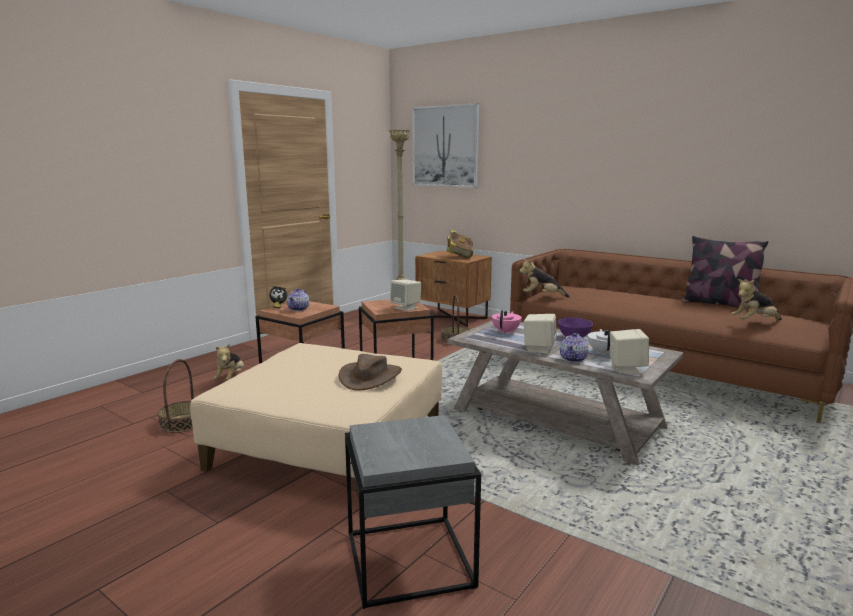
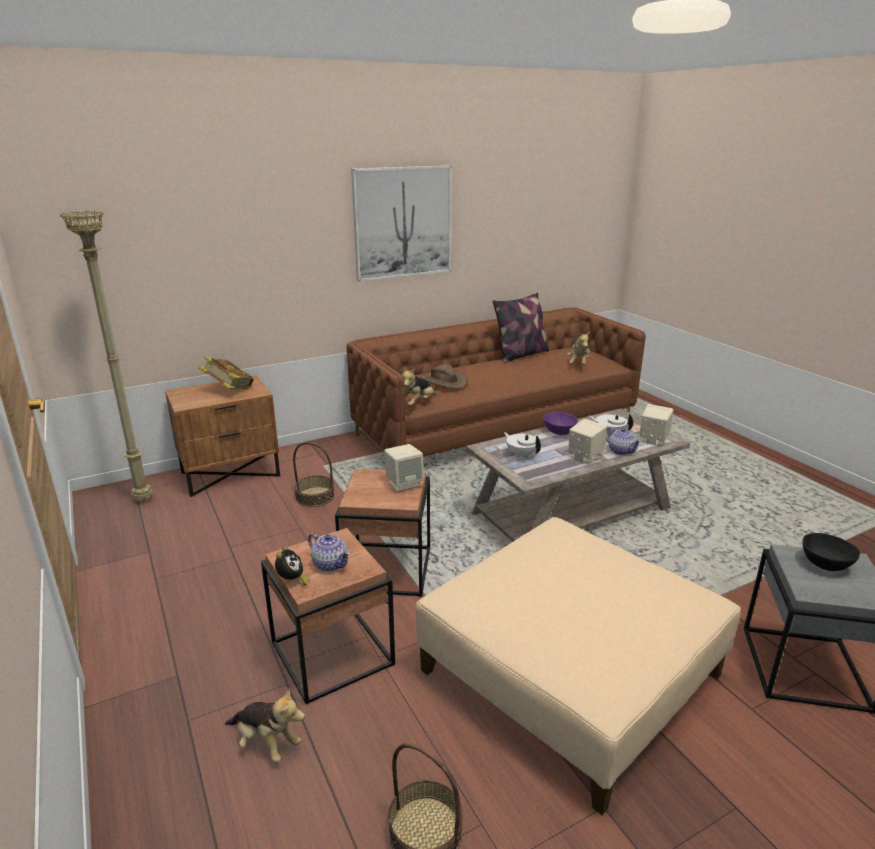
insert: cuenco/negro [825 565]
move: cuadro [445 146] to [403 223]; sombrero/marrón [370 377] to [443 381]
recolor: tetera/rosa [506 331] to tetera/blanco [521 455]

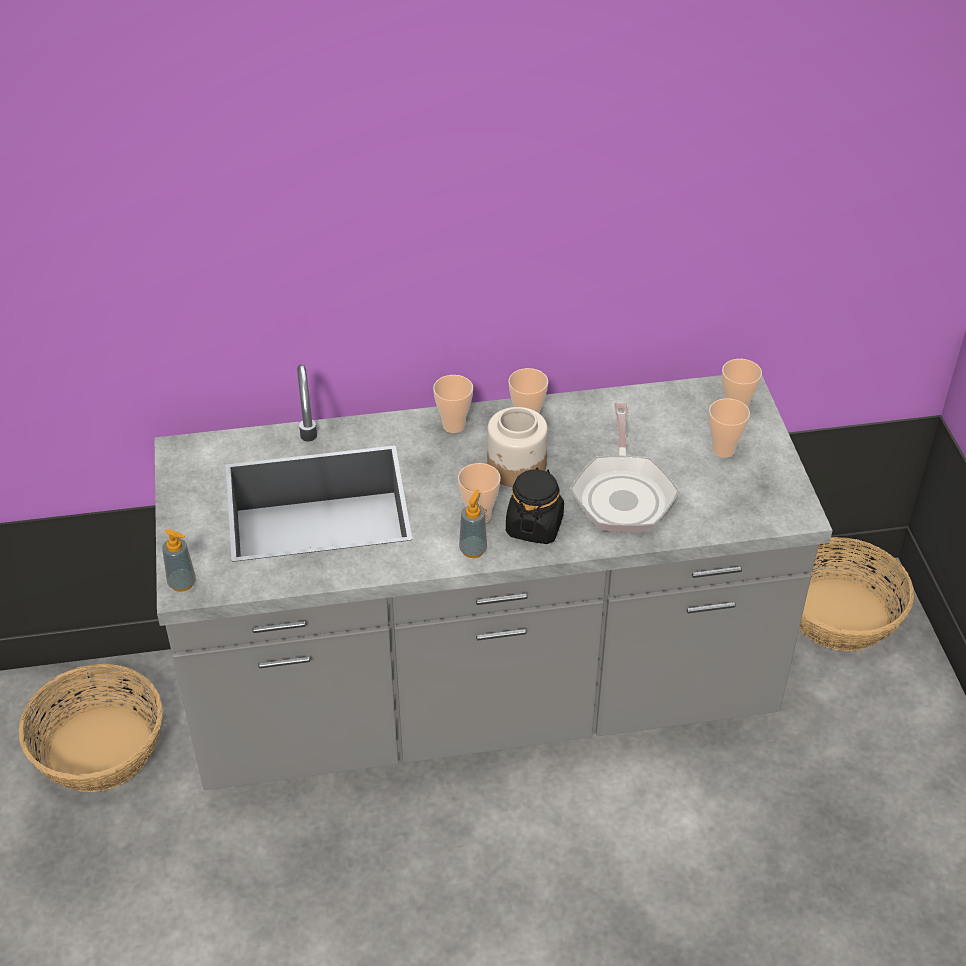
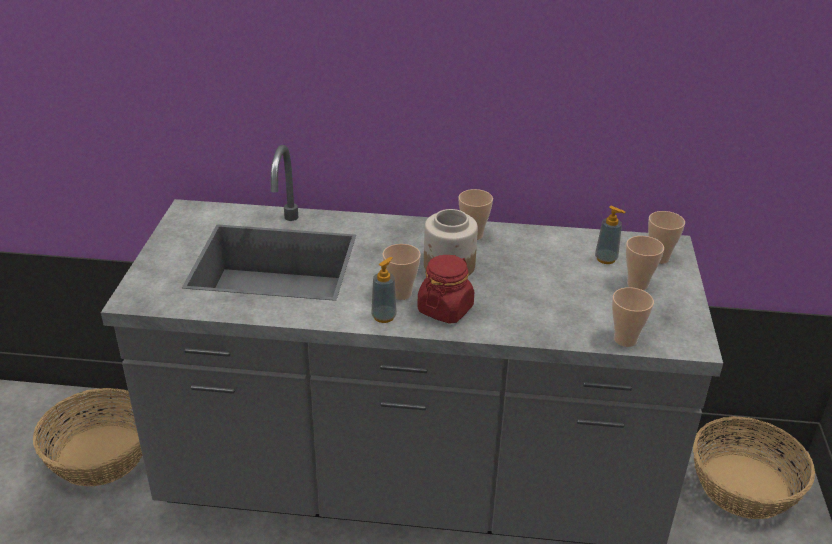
delete: sartén [623 494]
move: taza [453 425] to [625 340]; dispensador de jabón [182 583] to [606 259]
recolor: tarro/negro [534 526] to tarro/rojo [445 309]

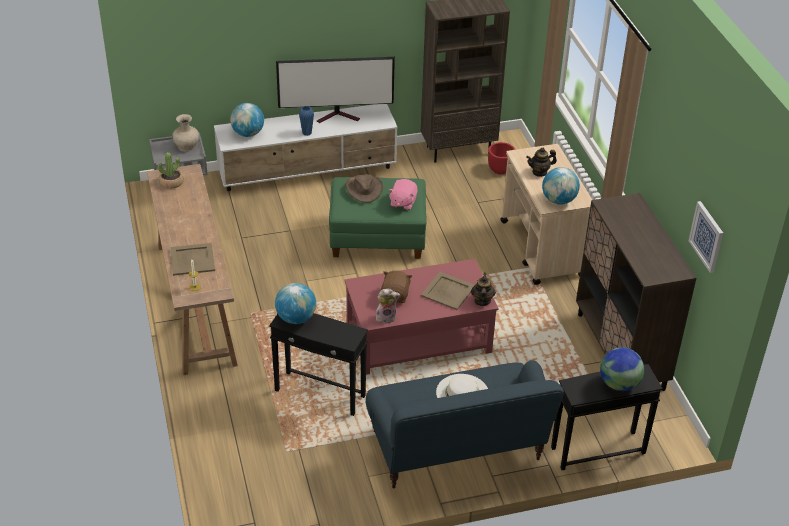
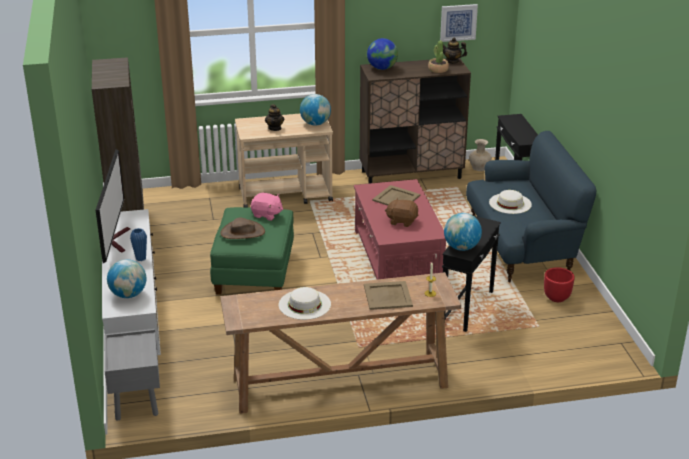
delete: peluche [386 317]
insert: sombrero/blanco [304 304]
move: florero/beis [186 146] to [479 167]; maceta/rojo [499 170] to [556 298]; planta en maceta [171 182] to [438 69]; tetera [482 301] to [452 61]; globo terráqueo [619 384] to [382 68]

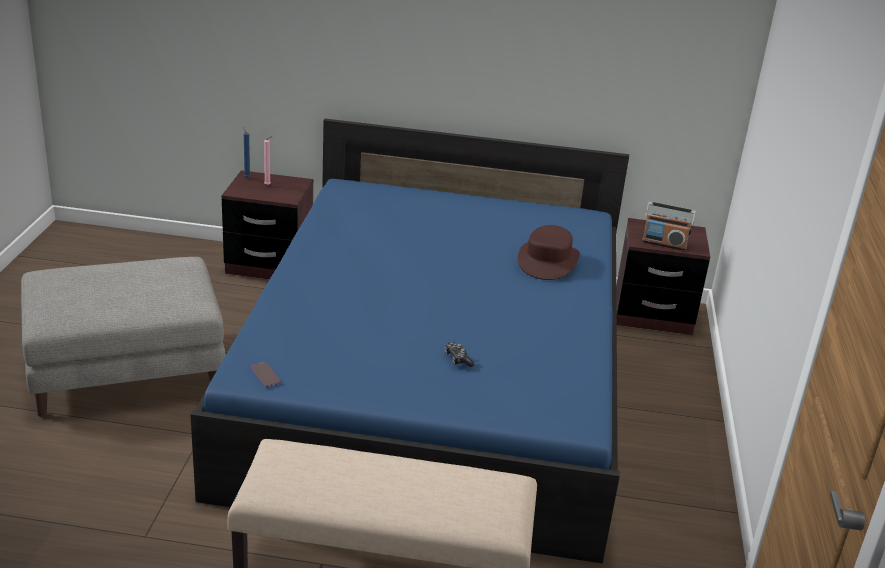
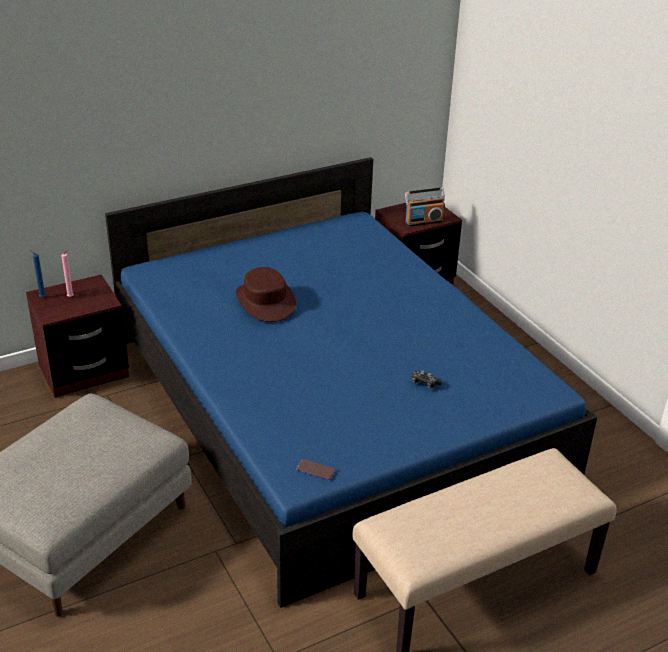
move: sombrero/marrón [547 261] to [265 301]

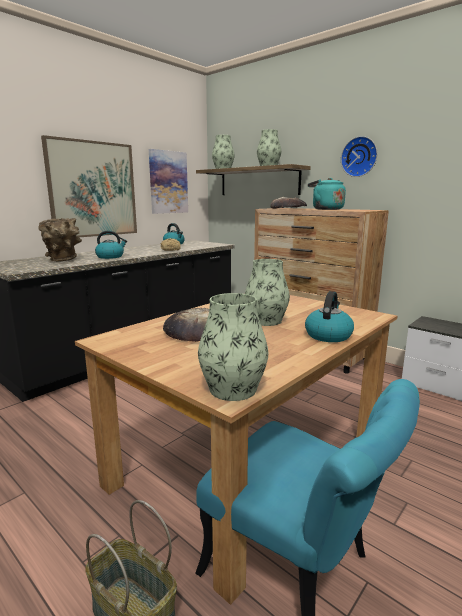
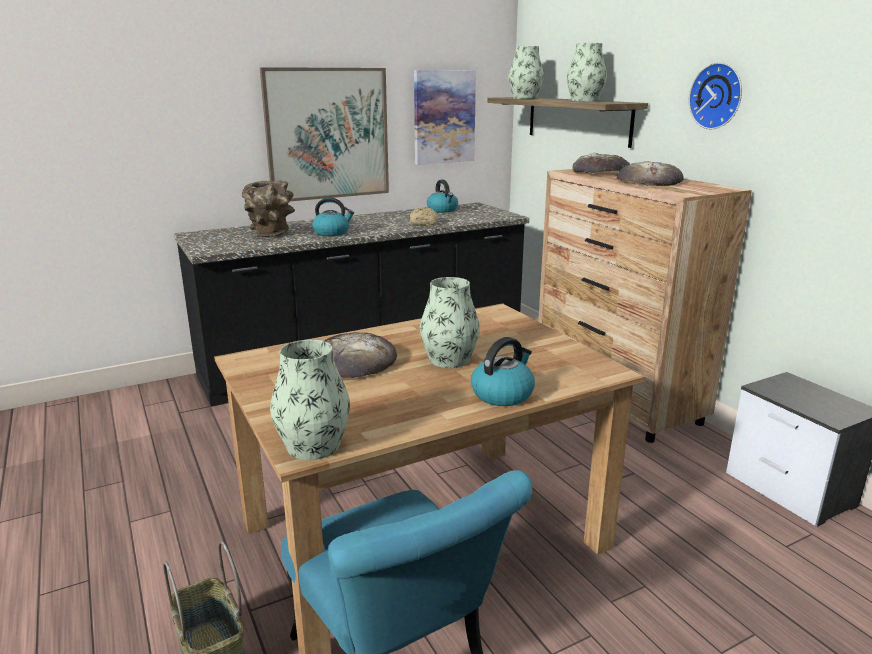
replace: hervidor/turquesa [325 209] to pan [649 181]

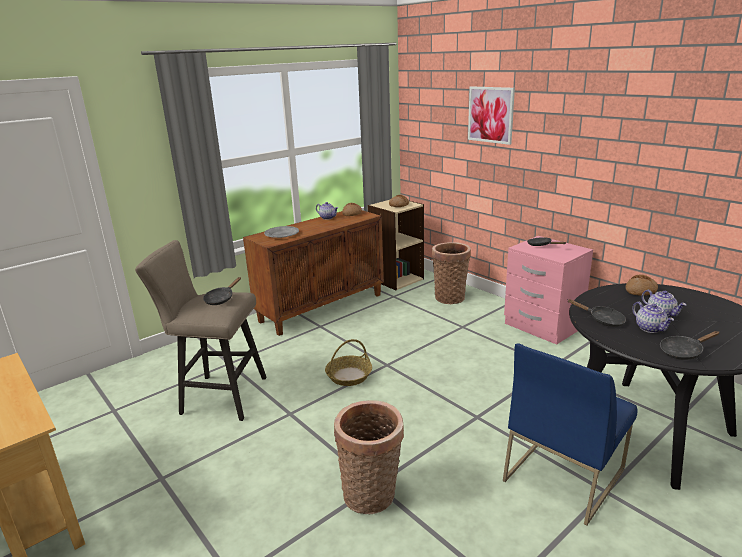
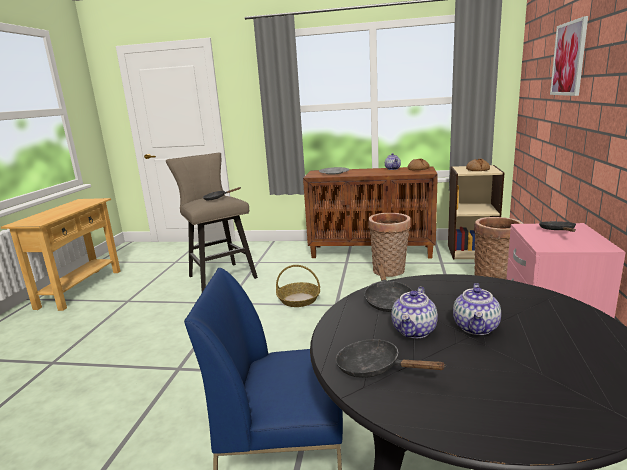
delete: pan [640 291]
move: cesta [372 496] to [389 272]

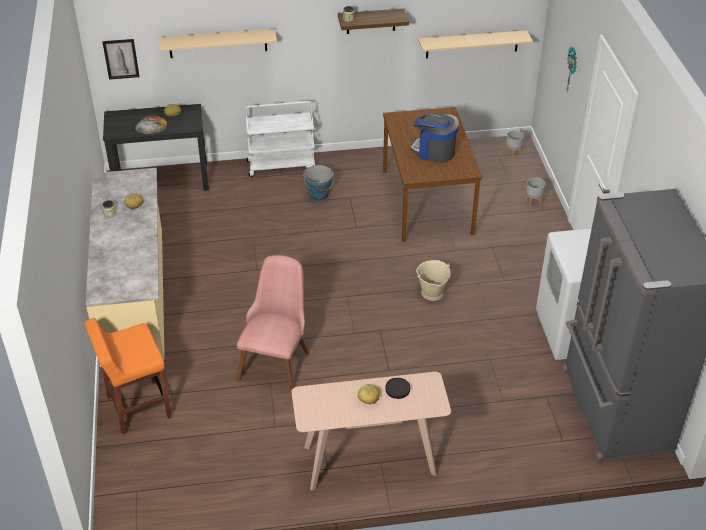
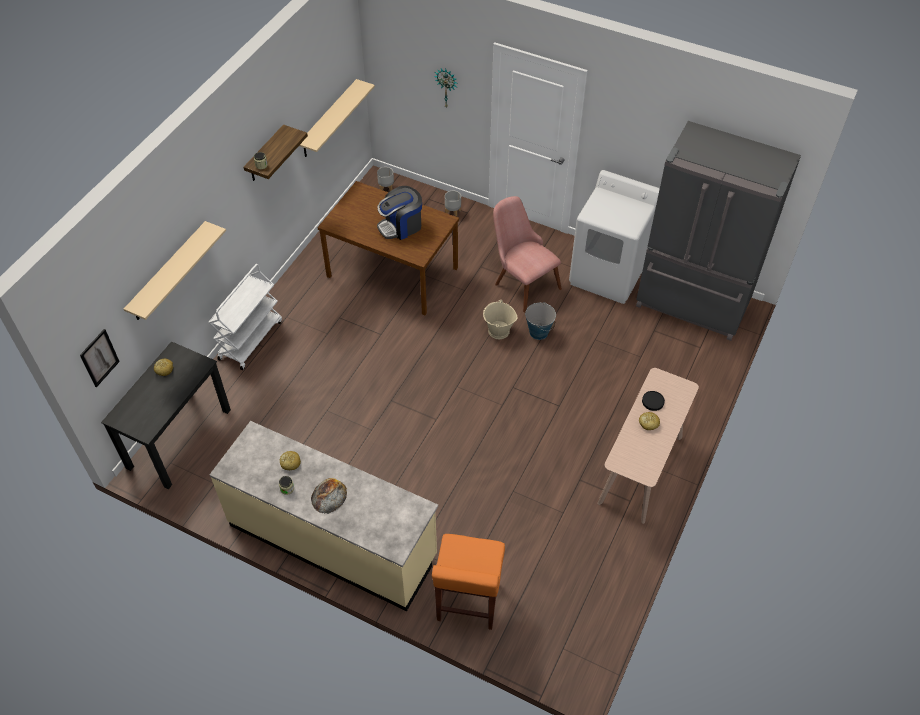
move: pan [151 126] to [329 495]; cubo [319 195] to [539 332]; silla/rosa [277 359] to [521 282]

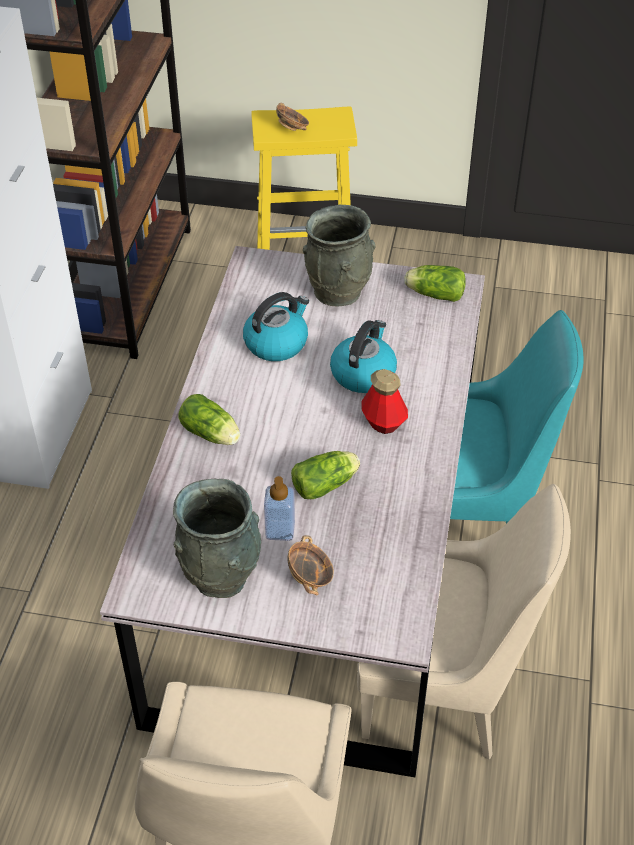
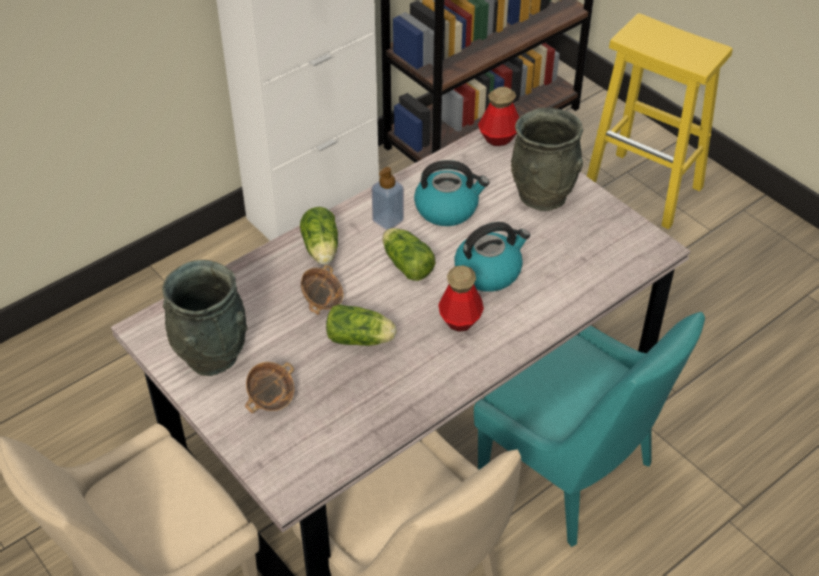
insert: botella [499 138]
move: cuenco [292 128] to [323 301]; lechuga [433 294] to [406 263]; dispensador de jabón [280 530] to [388 220]

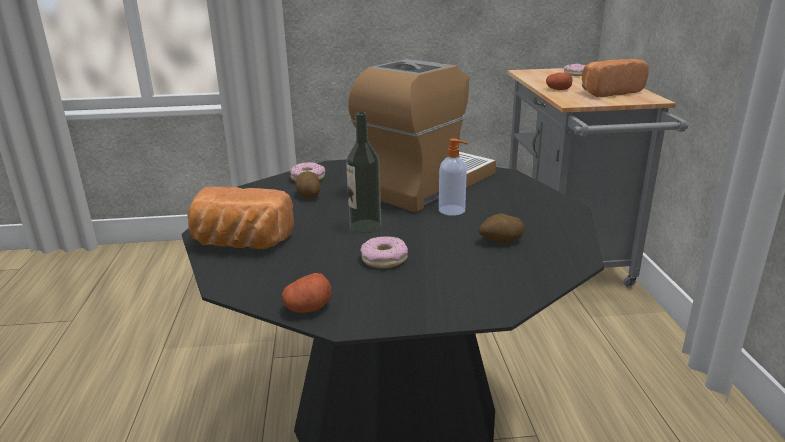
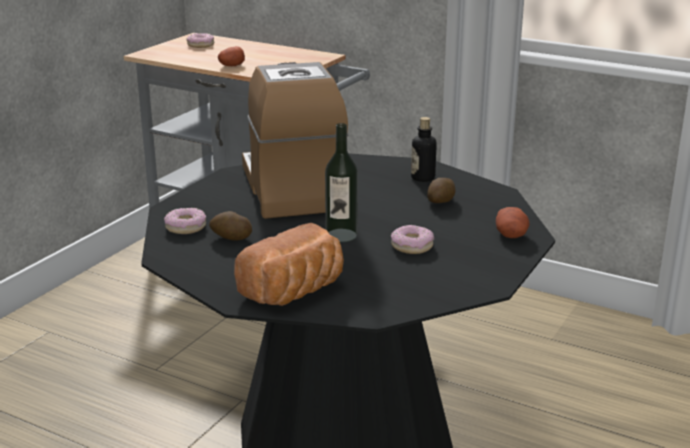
delete: pan [608 92]; dispensador de jabón [452 210]
insert: botella [423 178]
move: patata [308 308] to [511 235]

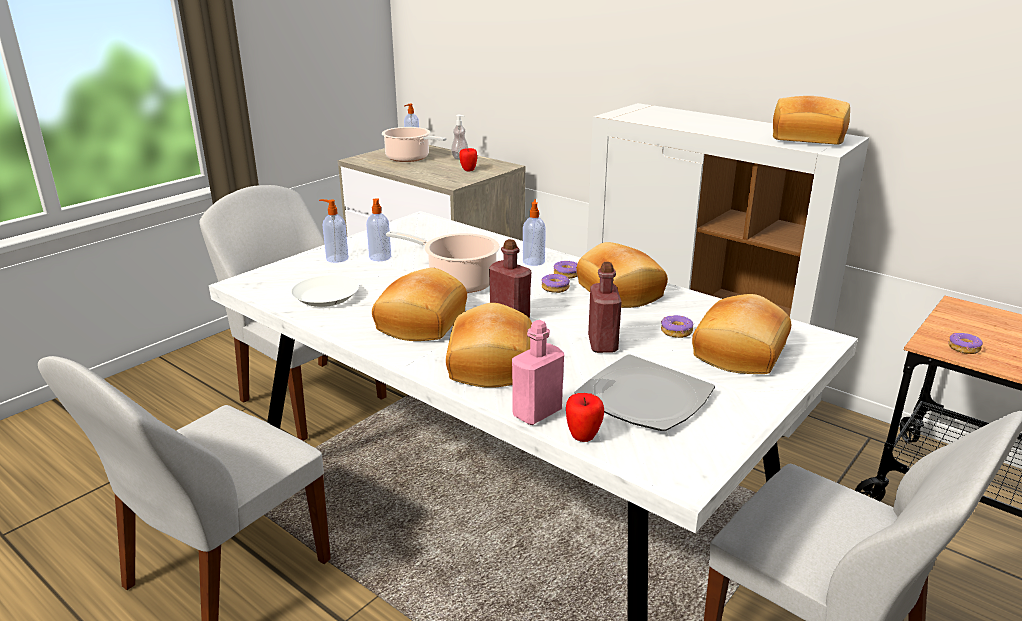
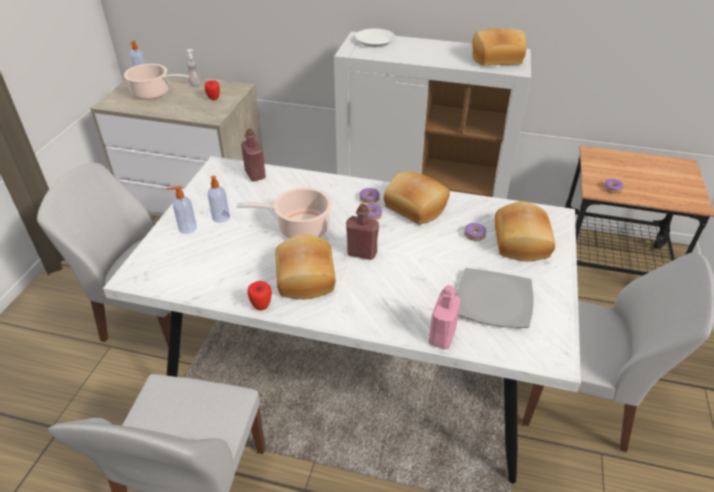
delete: dispensador de jabón [533 261]; pan [488 364]
move: botella/rojo [602 344] to [255 175]; plato/blanco [325 296] to [374 41]; manzana [583 436] to [261 306]

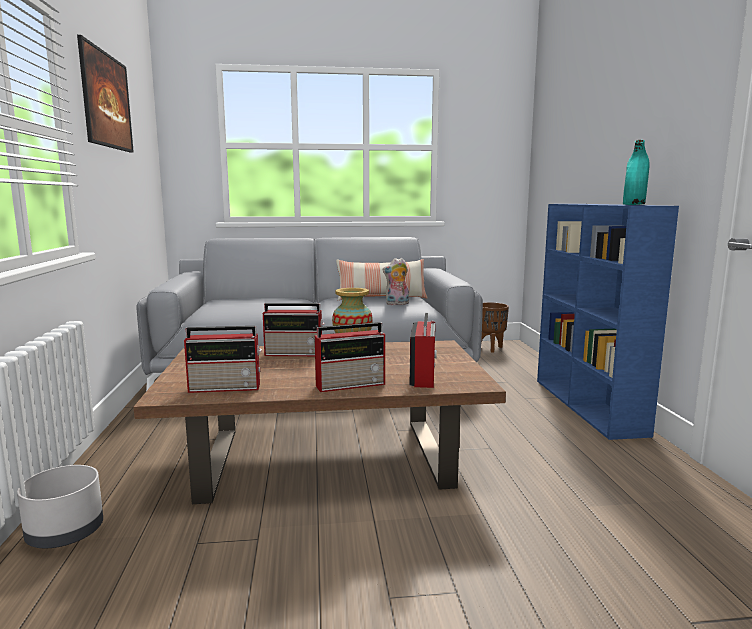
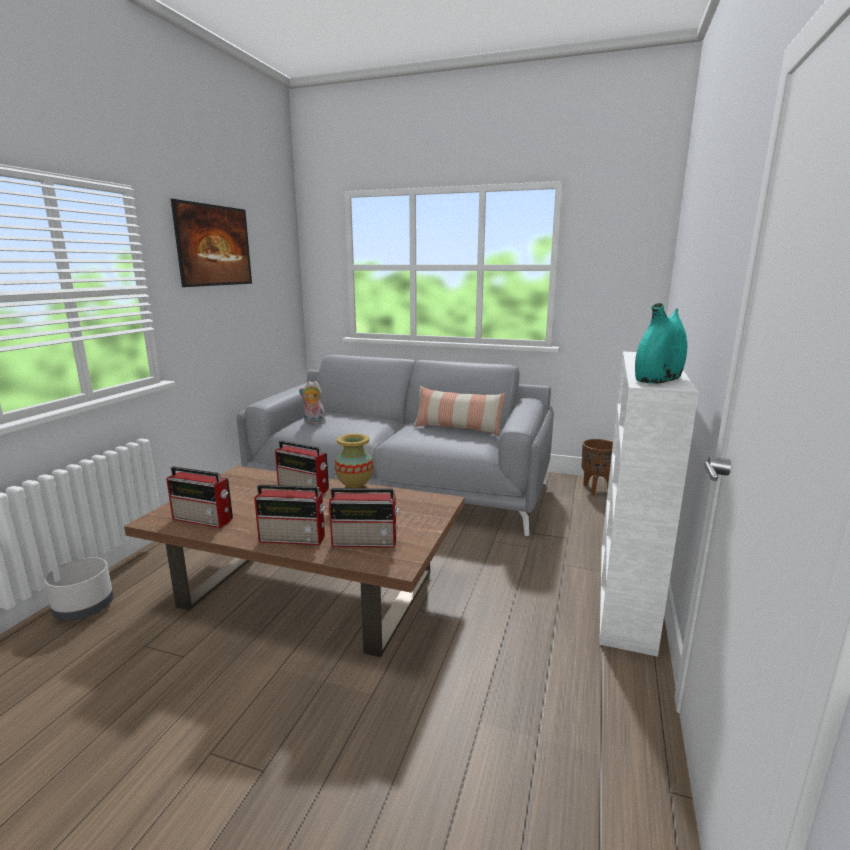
move: peluche [397 304] to [313 422]
recolor: estantería/azul [588 406] to estantería/blanco [625 592]
rotate: radio [423 376] = [366 541] 60 degrees clockwise

